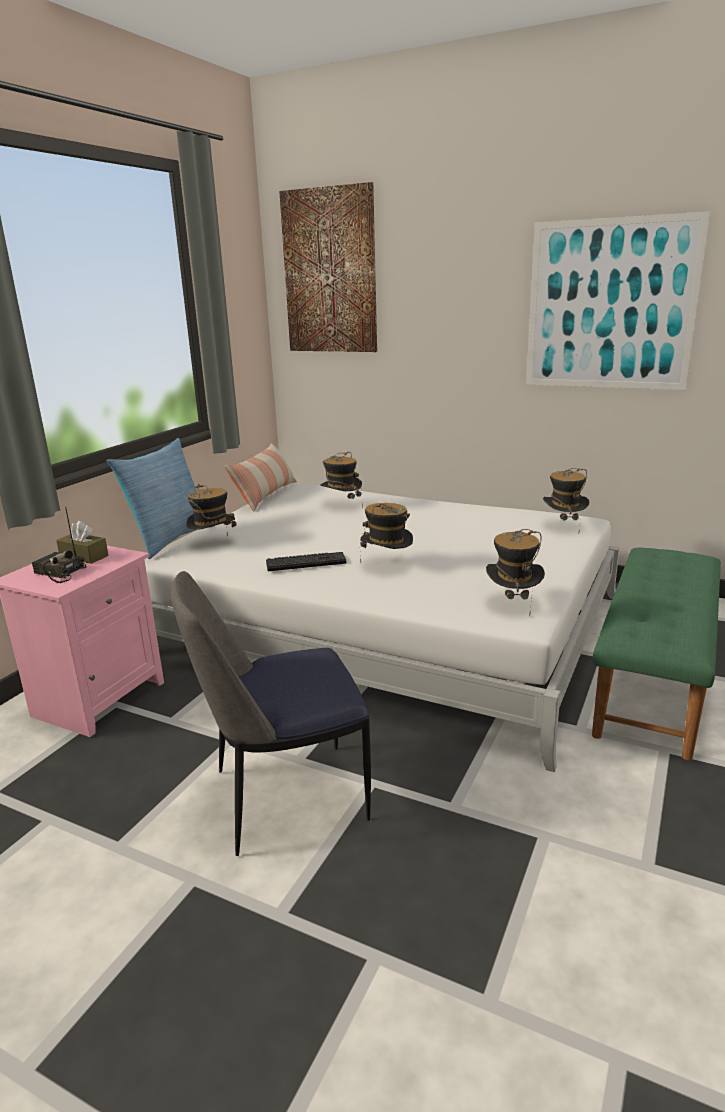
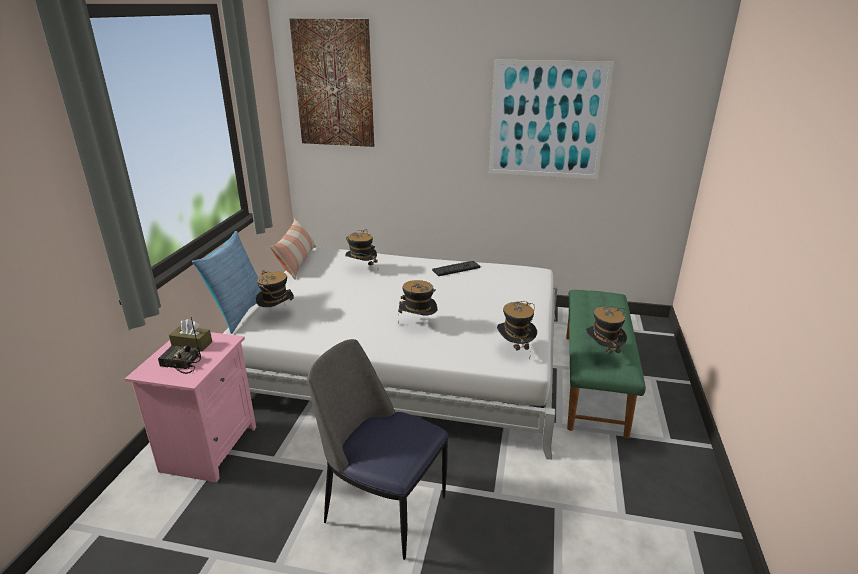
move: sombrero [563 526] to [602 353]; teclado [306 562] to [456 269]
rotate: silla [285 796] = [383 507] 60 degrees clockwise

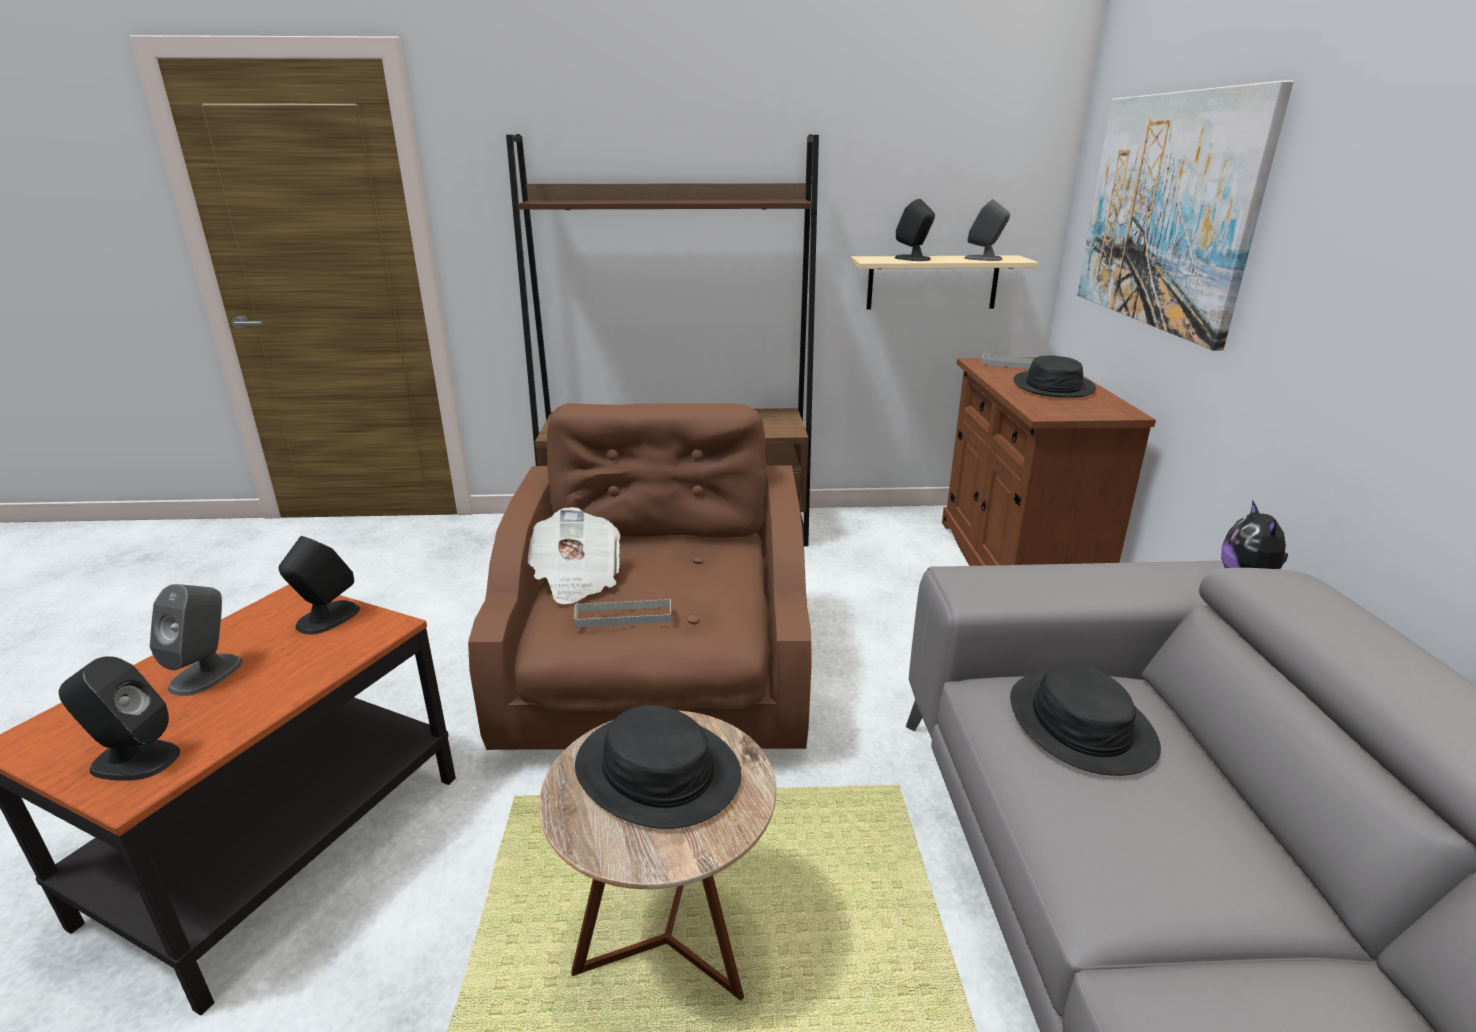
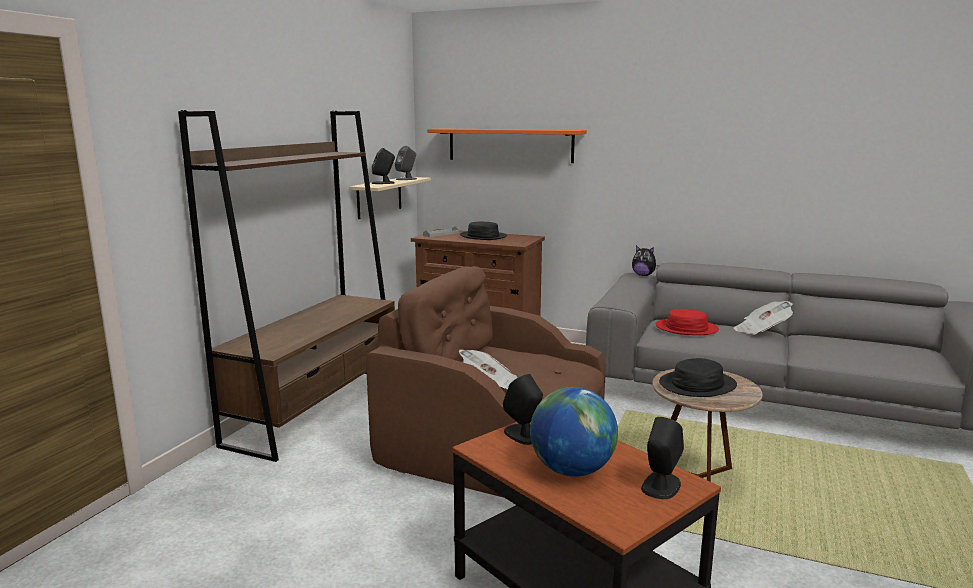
delete: bandeja/gris [623 616]
insert: periódico [761 331]
replace: cuadro [1167 211] to estante/naranja [510 145]; altavoz/gris [207 674] to globo terráqueo [571 470]
recolor: sombrero/negro [1080 724] to sombrero/rojo [686 328]

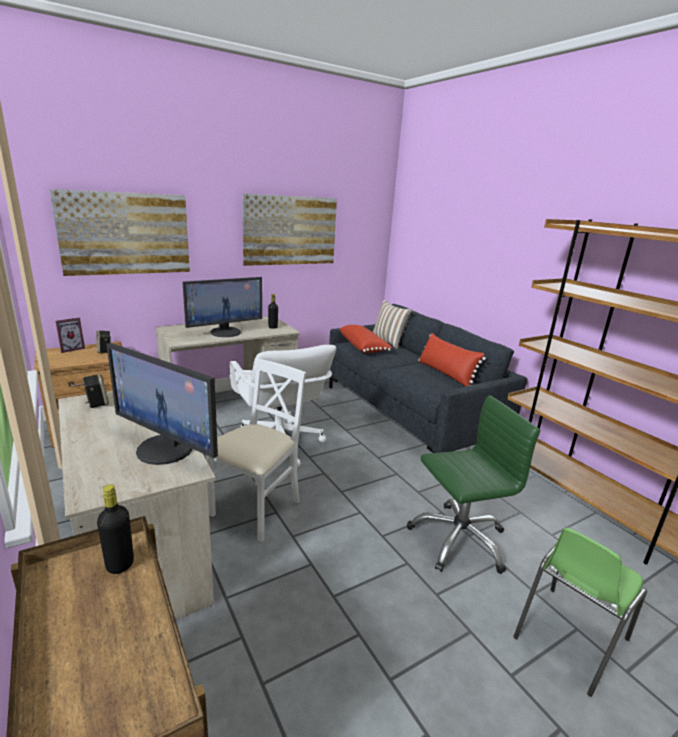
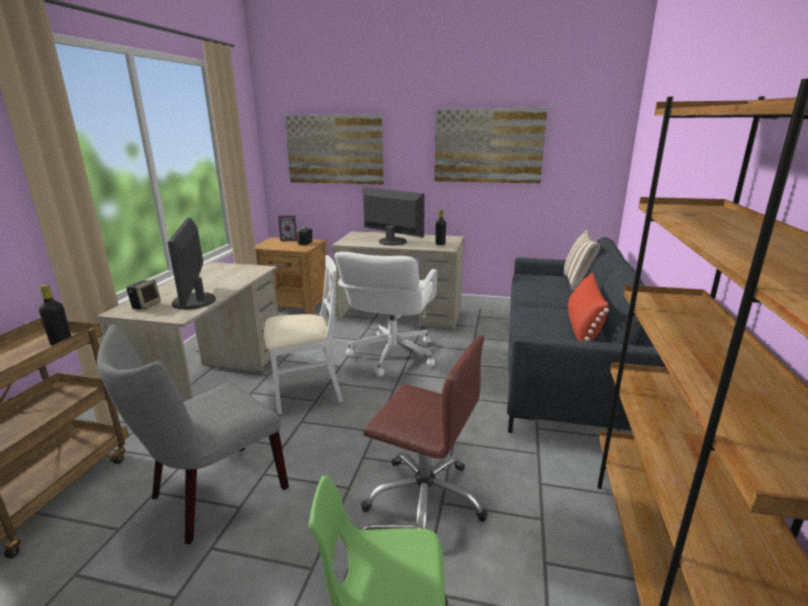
delete: cojín/rojo [363 347]
insert: silla/gris [211 495]
move: altavoz [97 402] to [146 305]
recolor: silla de oficina/verde [458 539] to silla de oficina/marrón [425 499]
rotate: monitor [225 332] = [392 242] 150 degrees counterclockwise

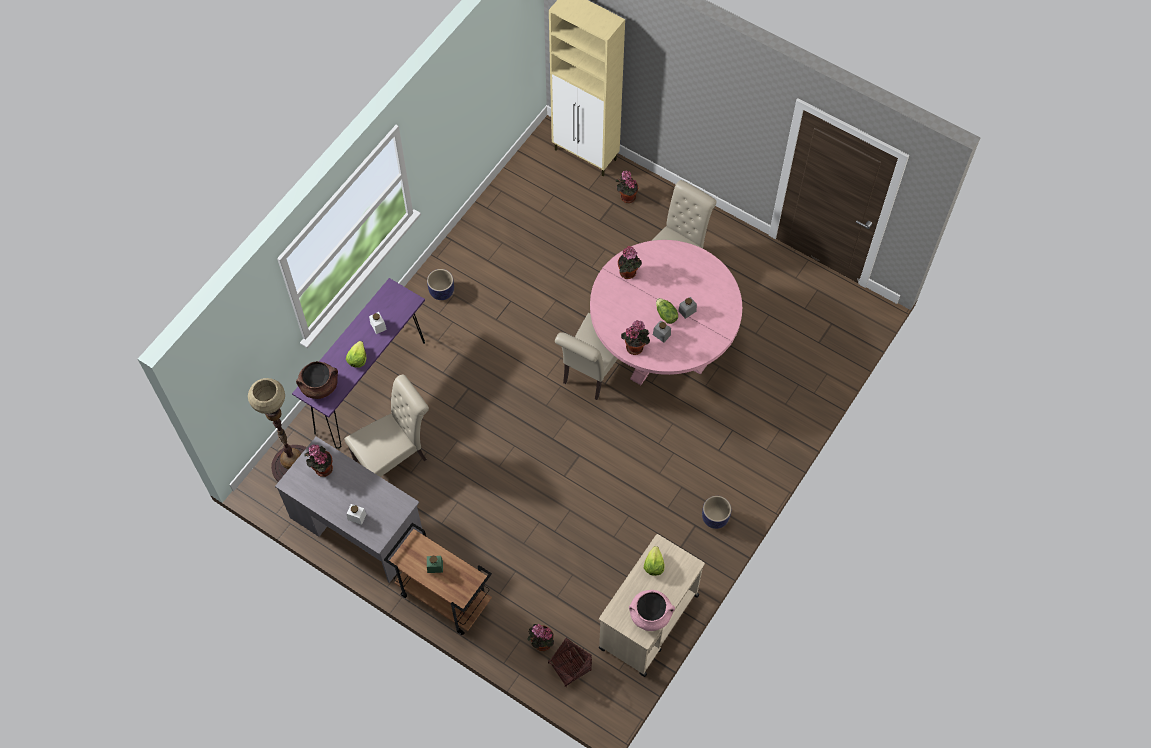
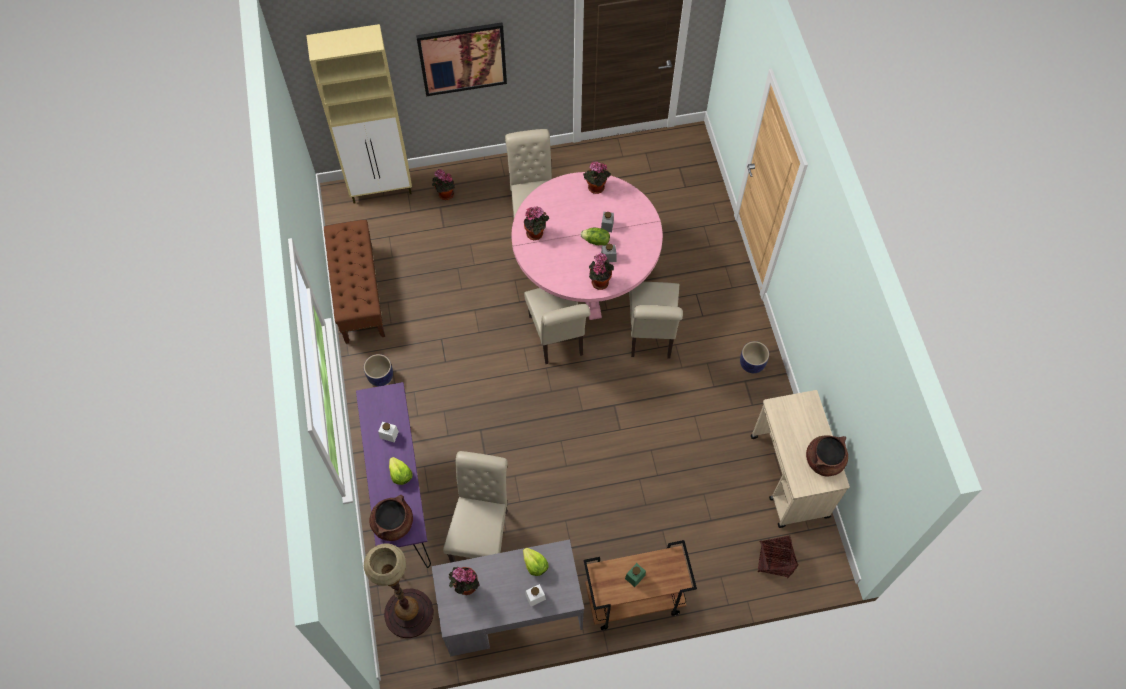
insert: cuadro [462 58]; banco/marrón [359 293]; silla/beis [650 336]
move: lechuga [653 565] to [535 565]; planta en maceta [540 643] to [595 188]
recolor: olla/rosa [650 614] to olla/marrón [824 460]

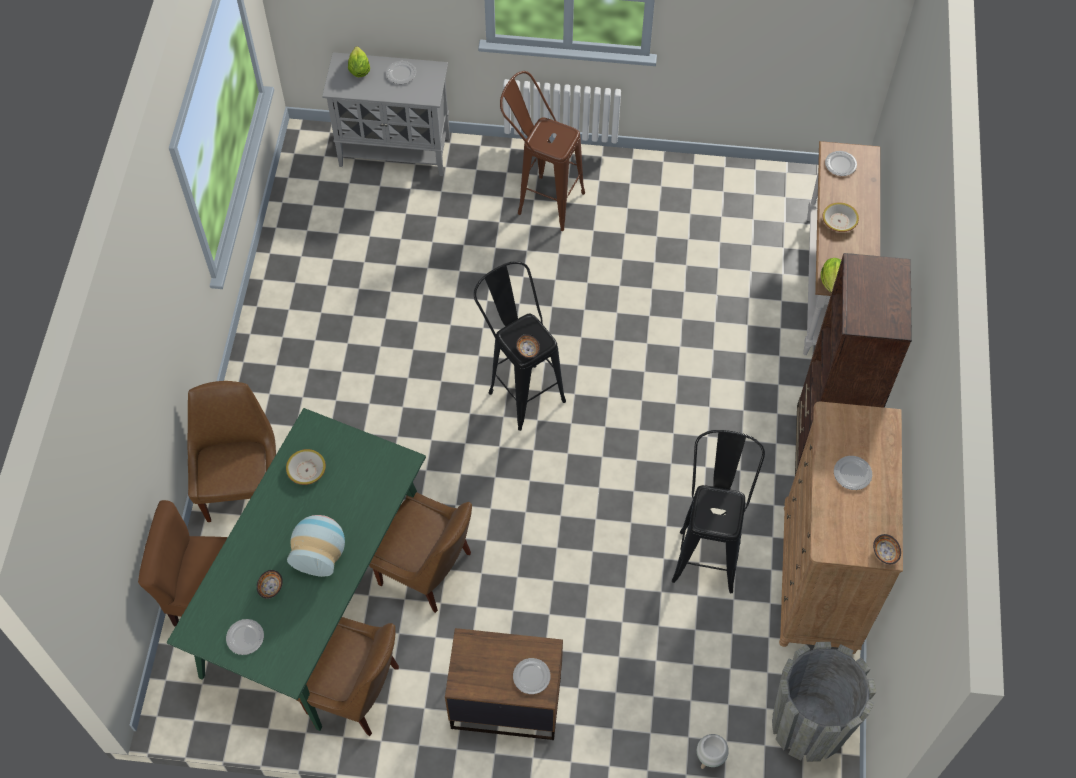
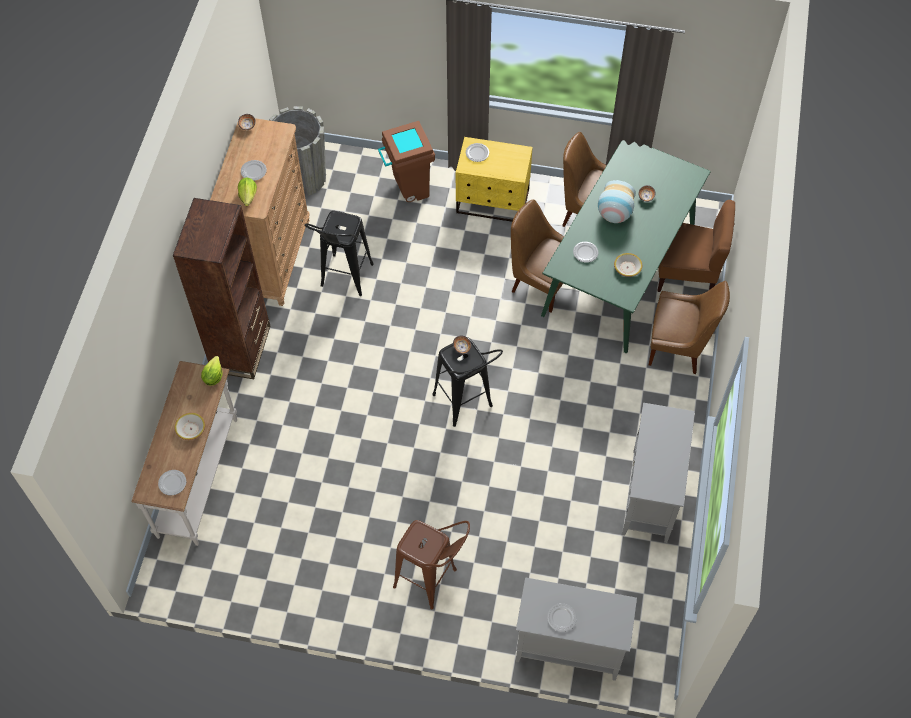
delete: maceta/blanco [709 759]
insert: papelera/marrón [408 190]; armario/gris [650 496]
move: lechuga [359 70] to [248 196]; plato [245 637] to [585 253]
recolor: mesita de noche/marrón [505 701] to mesita de noche/amarillo [493 202]
rotate: silla/marrón [243 486] = [678 348] 75 degrees counterclockwise

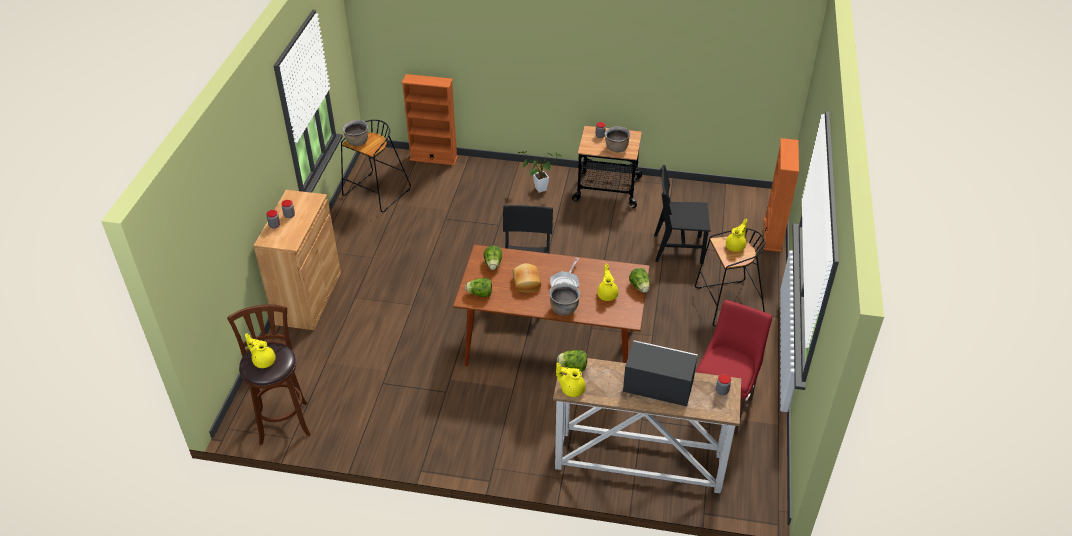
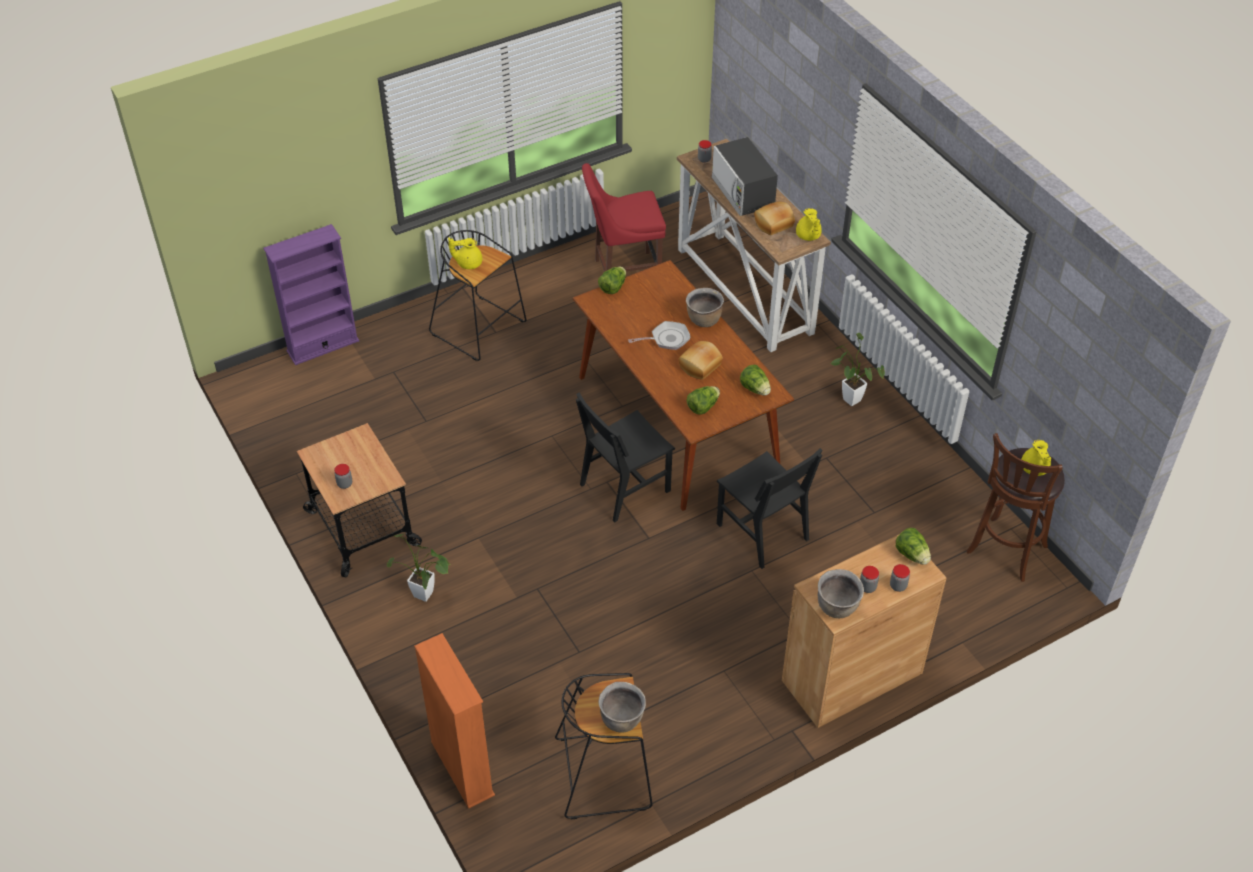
delete: tetera/amarillo [607 294]
insert: pan [774 224]; planta en maceta [849 397]
move: olla/marrón [616 148] to [837 607]; silla/negro [678 249] to [762 532]; lechuga [573 367] to [912 555]
recolor: estantería/naranja [772 234] to estantería/morado [323 346]

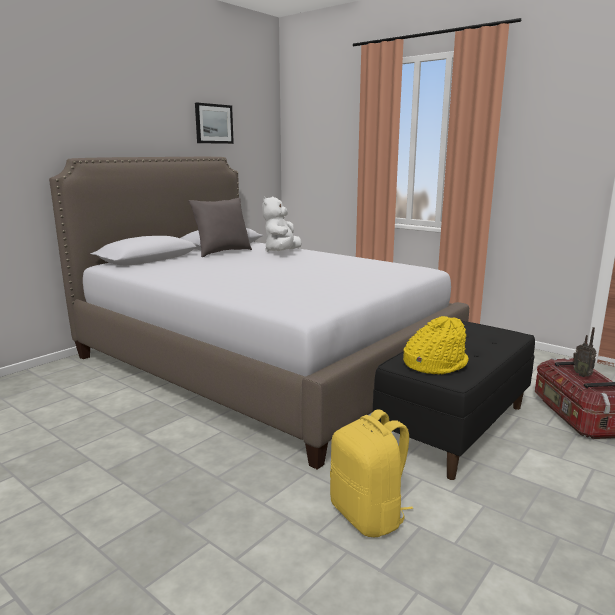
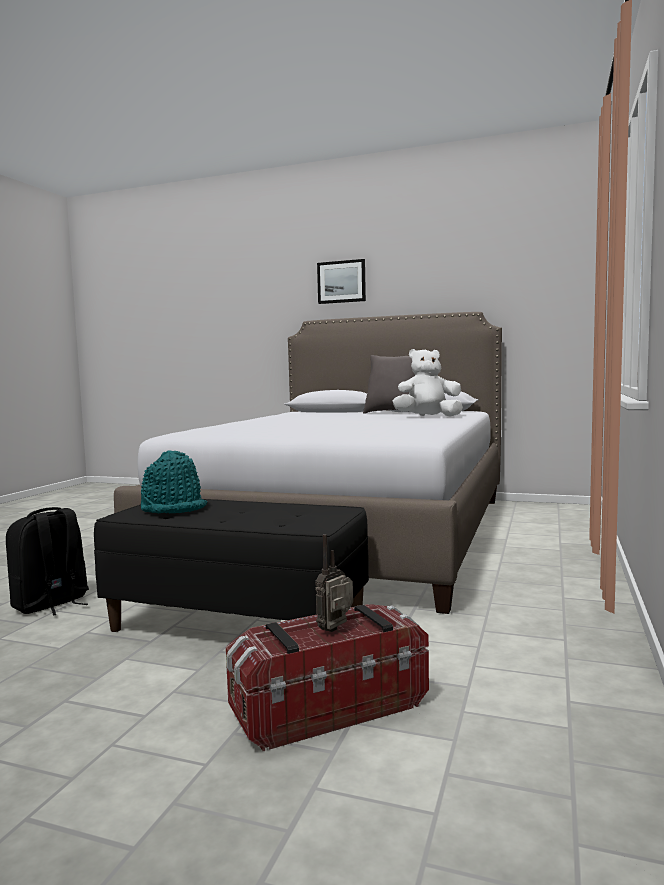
move: cuadro [213 124] to [341 282]
recolor: sombrero/amarillo [434 364] to sombrero/turquesa [173 508]; mochila/amarillo [368 515] to mochila/negro [51 604]

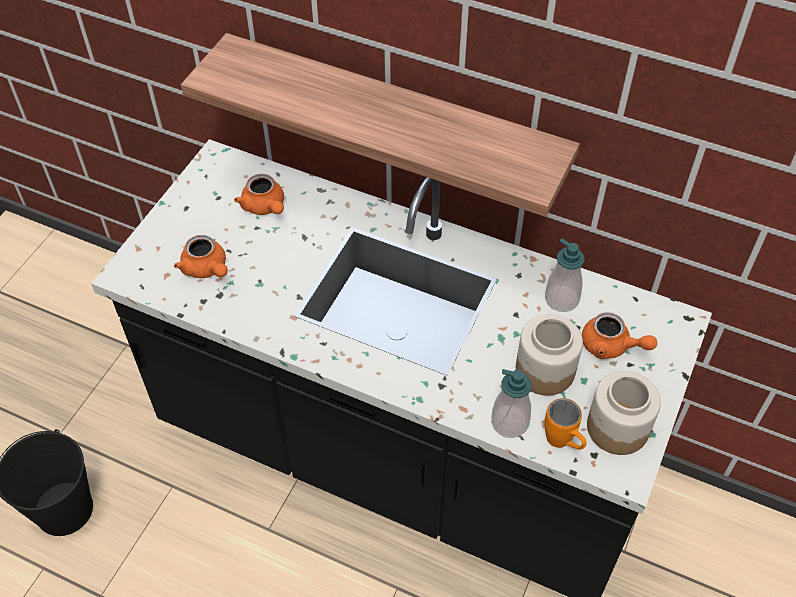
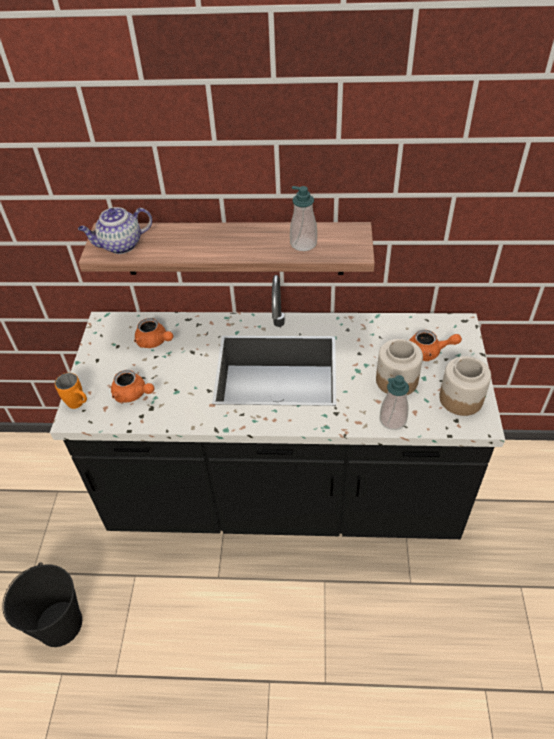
insert: tetera [120 245]
move: dispensador de jabón [561 299] to [303 243]; taza grande/naranja [563 443] to [79 405]

